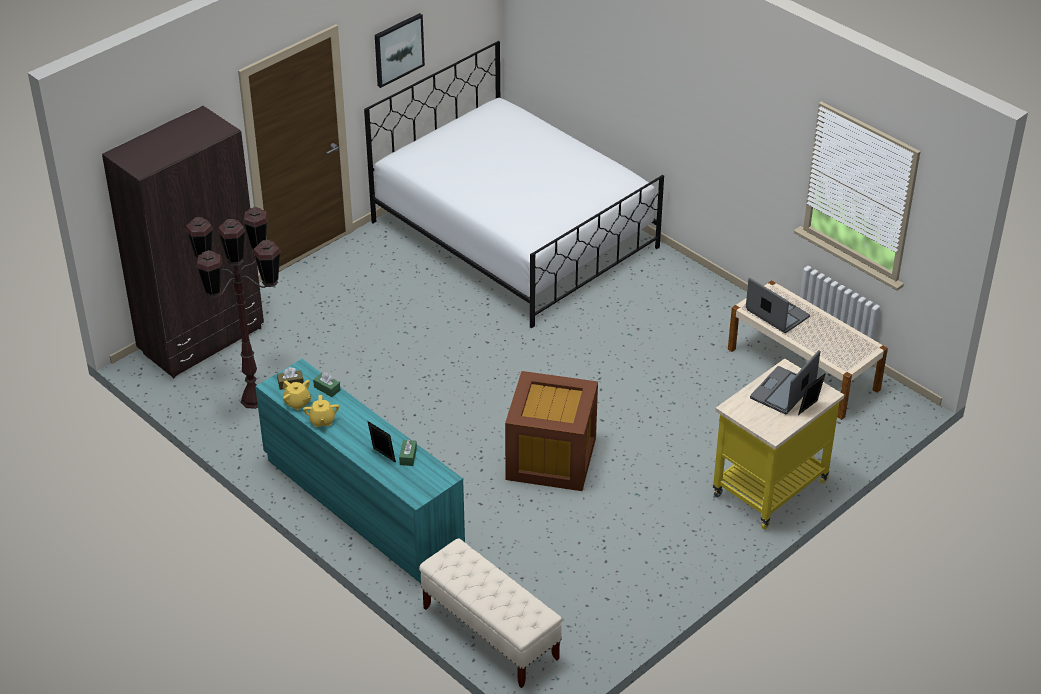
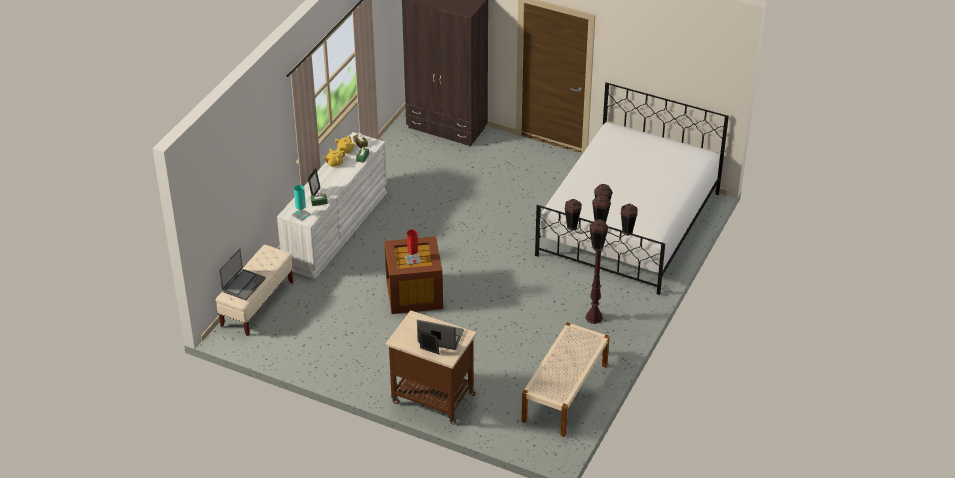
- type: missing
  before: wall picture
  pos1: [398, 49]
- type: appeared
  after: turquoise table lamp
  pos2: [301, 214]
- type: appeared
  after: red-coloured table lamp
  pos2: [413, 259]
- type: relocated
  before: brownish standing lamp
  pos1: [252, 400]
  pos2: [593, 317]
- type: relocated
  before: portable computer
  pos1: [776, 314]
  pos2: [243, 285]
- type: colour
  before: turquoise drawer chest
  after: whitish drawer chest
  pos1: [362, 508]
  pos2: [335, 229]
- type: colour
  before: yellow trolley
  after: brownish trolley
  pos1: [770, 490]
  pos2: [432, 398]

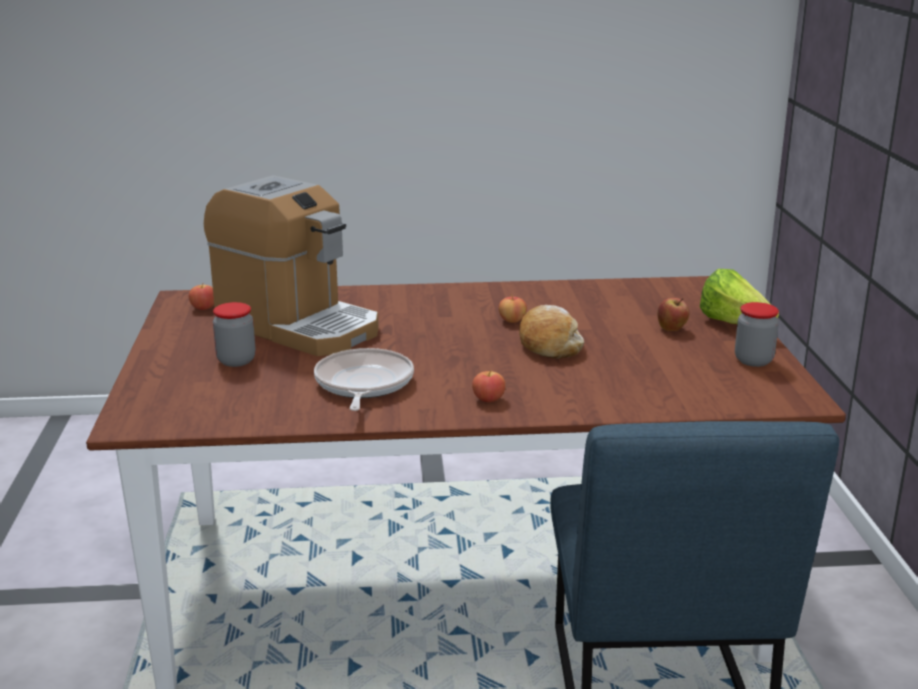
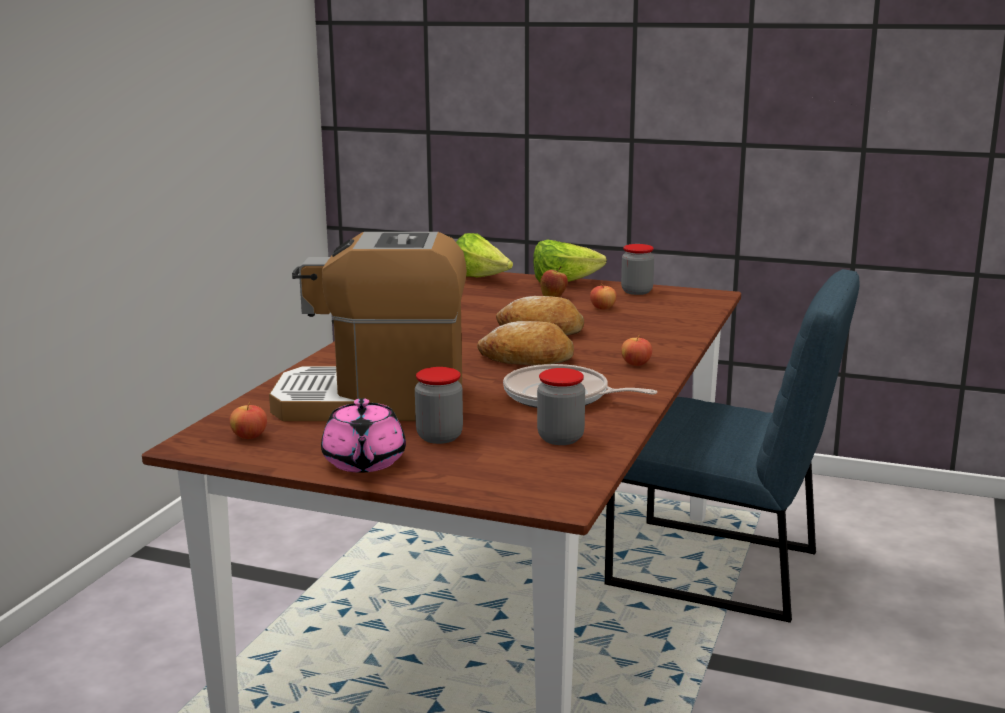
- type: appeared
  after: pink-coloured teapot
  pos2: [363, 462]
- type: appeared
  after: lettuce head
  pos2: [481, 279]
- type: appeared
  after: bread
  pos2: [527, 359]
- type: appeared
  after: storage jar
  pos2: [560, 438]
- type: relocated
  before: apple
  pos1: [512, 320]
  pos2: [603, 308]
- type: spun
  before: coffee brewer
  pos1: [297, 325]
  pos2: [374, 402]
  turn: -150

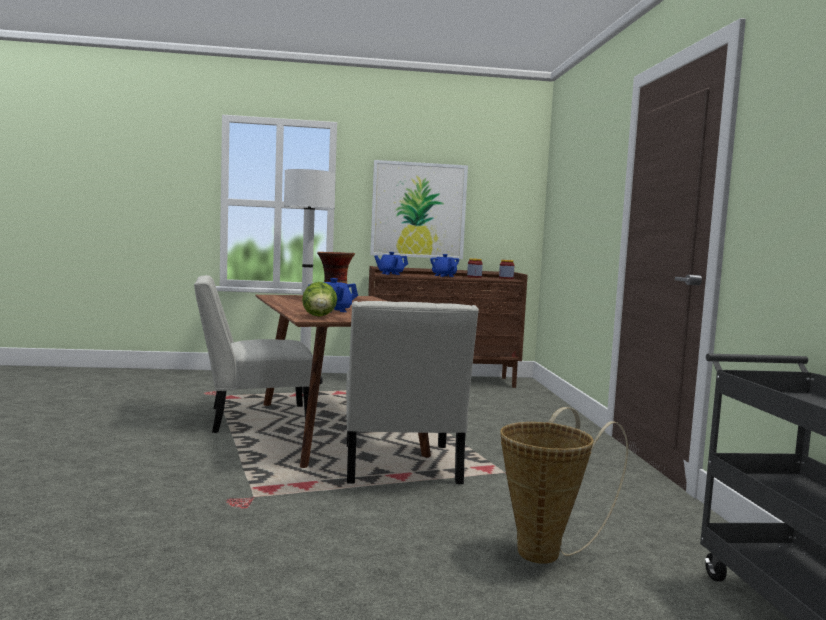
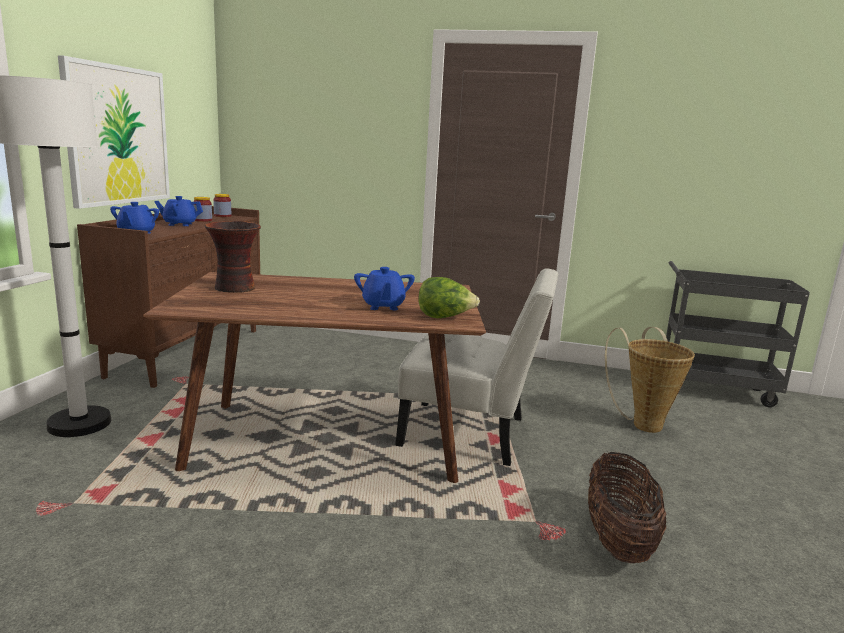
- type: missing
  before: whitish plain chair
  pos1: [252, 418]
- type: appeared
  after: basket
  pos2: [618, 541]

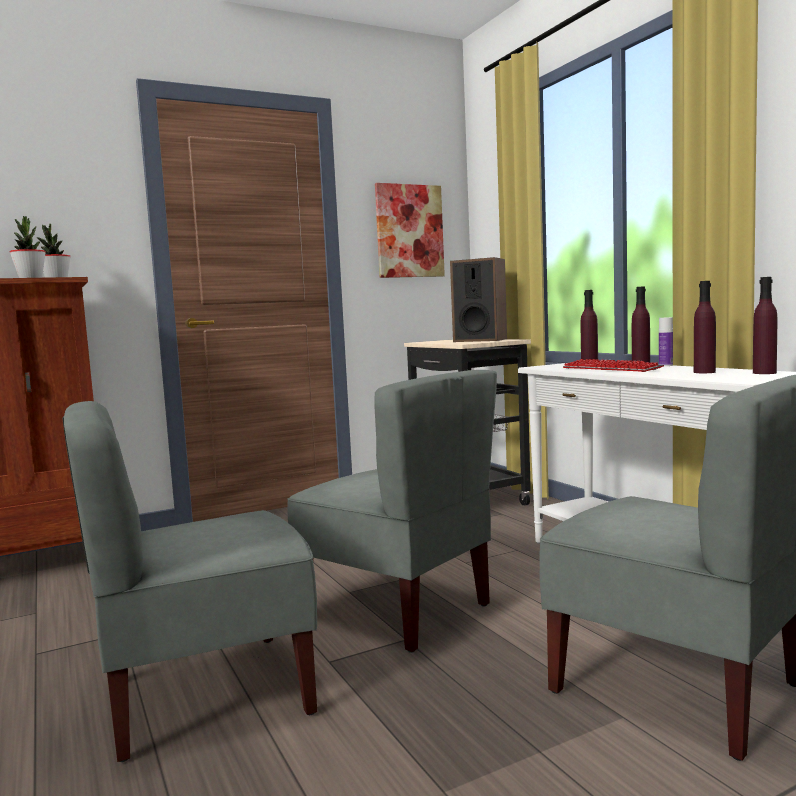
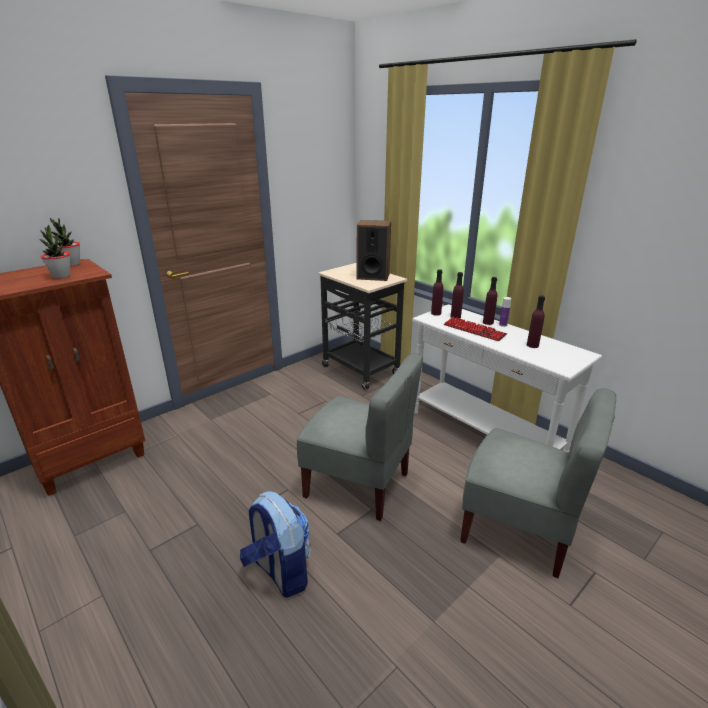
- type: missing
  before: wall picture
  pos1: [409, 231]
- type: relocated
  before: purple drink bottle
  pos1: [764, 373]
  pos2: [436, 313]
- type: exchanged
  before: gray plain chair
  after: backpack
  pos1: [205, 695]
  pos2: [279, 571]

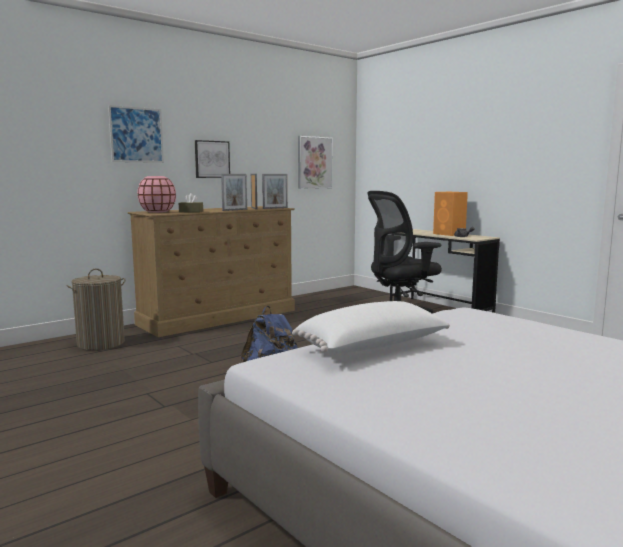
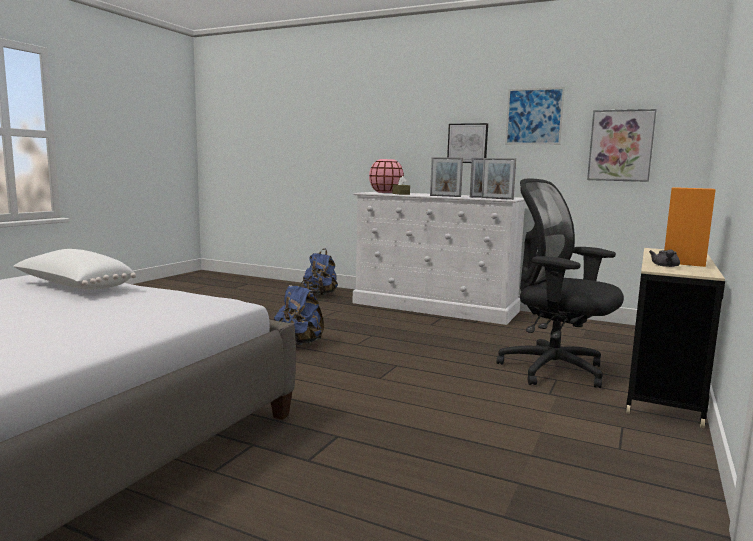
- type: relocated
  before: wall picture
  pos1: [136, 135]
  pos2: [534, 116]
- type: exchanged
  before: hamper
  after: blue-coloured backpack
  pos1: [101, 343]
  pos2: [320, 295]
- type: colour
  before: brownish drawer chest
  after: whitish drawer chest
  pos1: [219, 317]
  pos2: [435, 307]

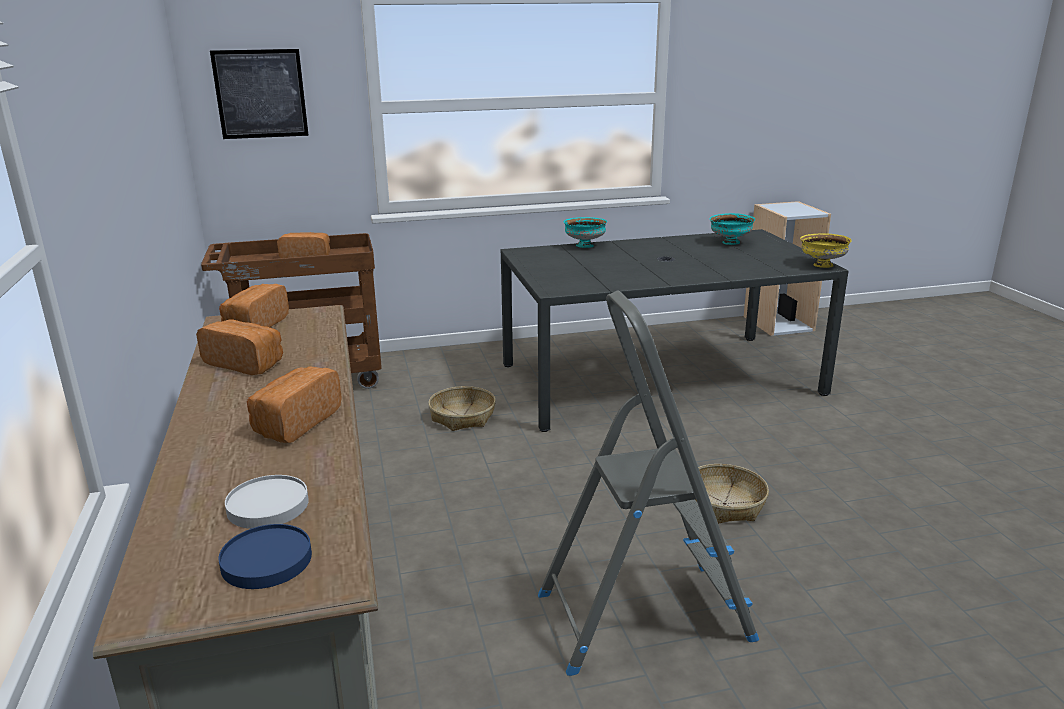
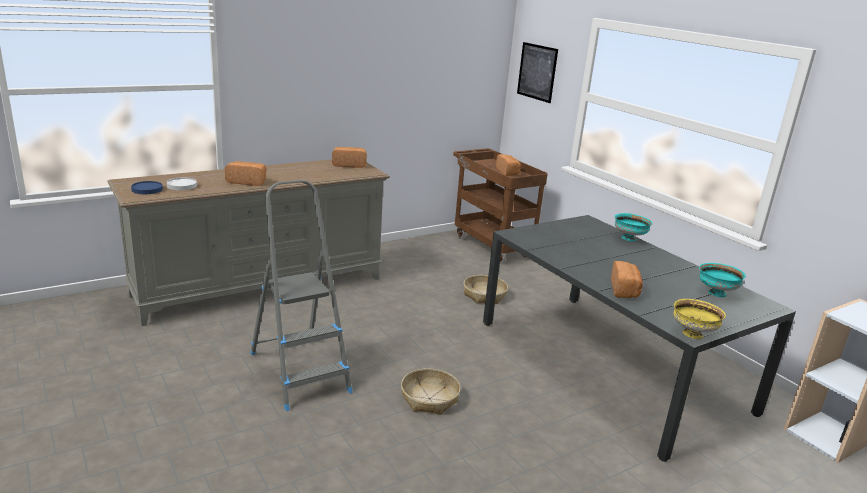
- type: relocated
  before: bread
  pos1: [246, 363]
  pos2: [624, 290]

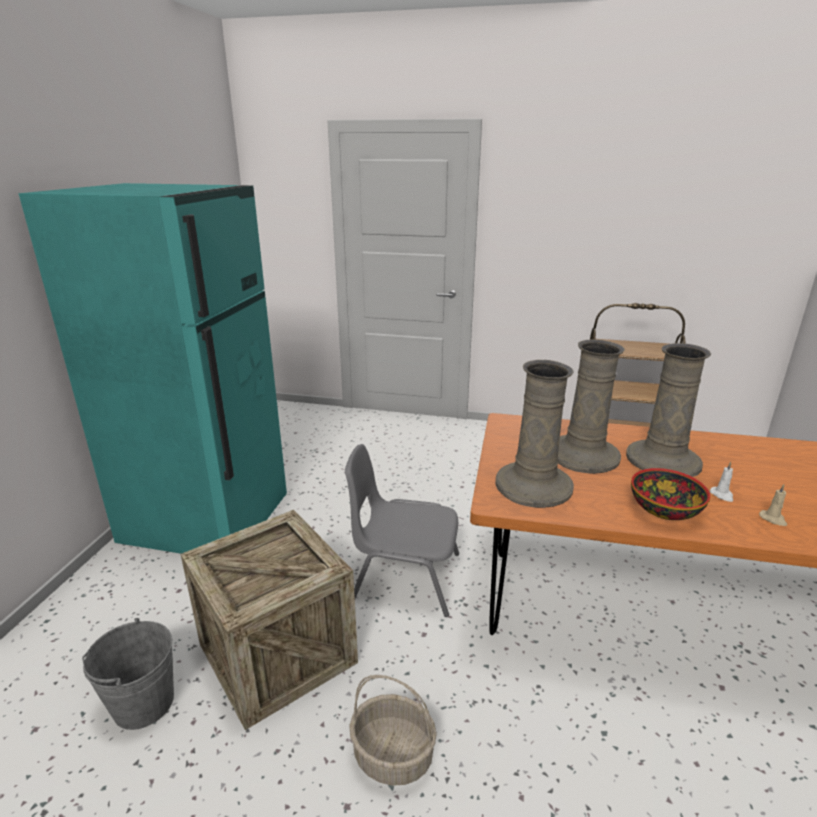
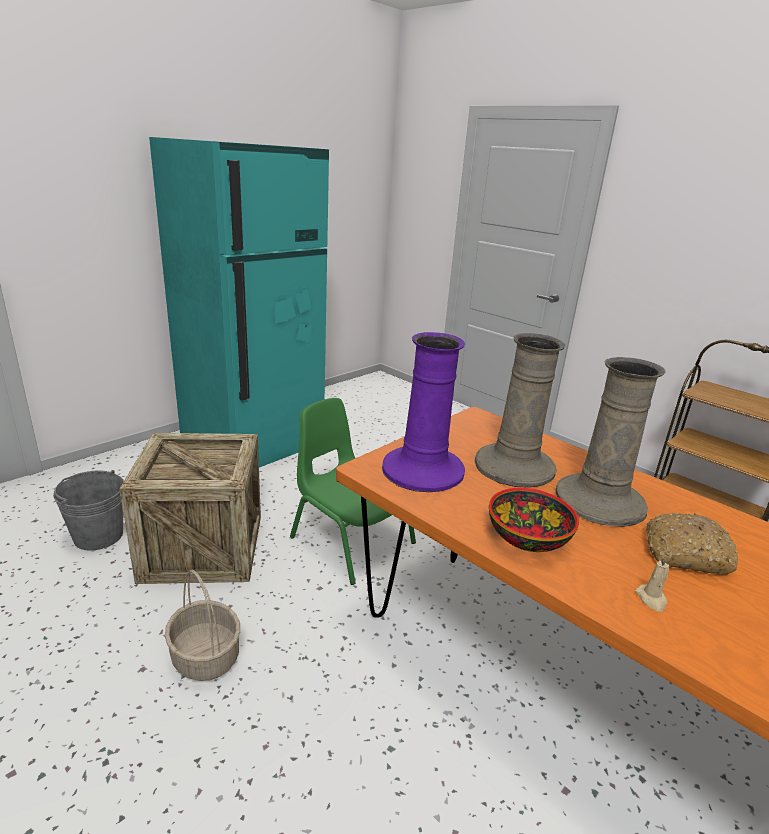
- type: missing
  before: whitish candle
  pos1: [722, 495]
- type: appeared
  after: bread
  pos2: [685, 554]
- type: colour
  before: gray plain chair
  after: green-coloured plain chair
  pos1: [405, 576]
  pos2: [350, 539]
- type: colour
  before: beige-coloured vase
  after: purple vase
  pos1: [533, 485]
  pos2: [422, 470]

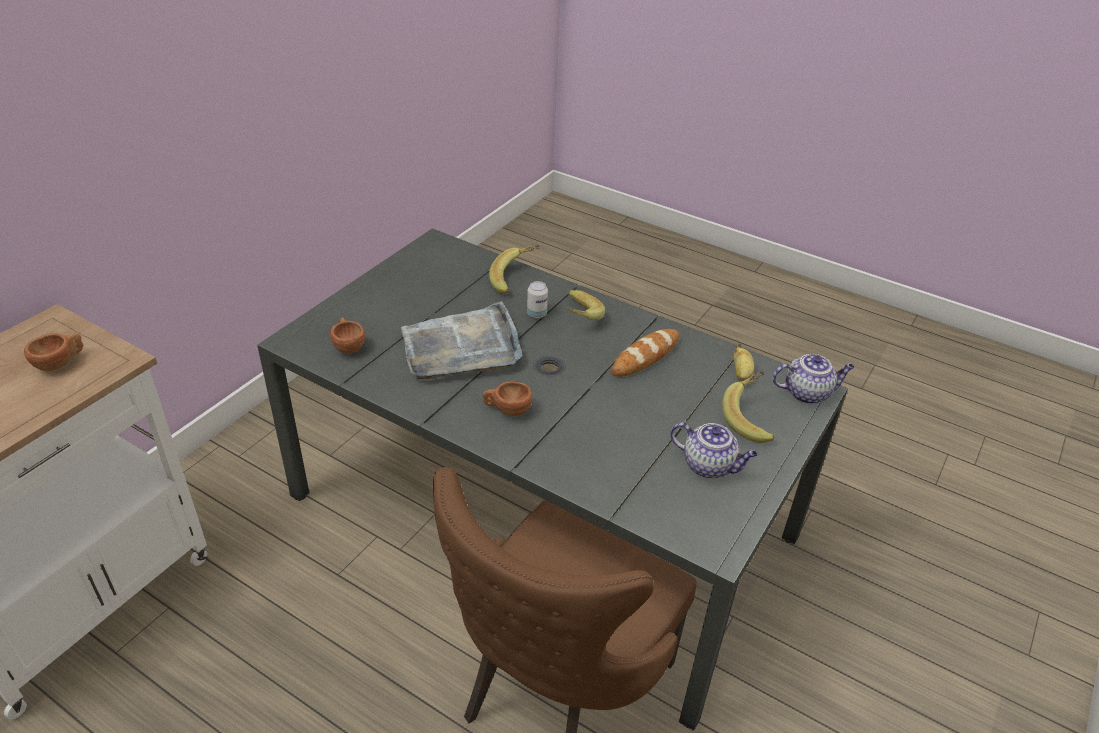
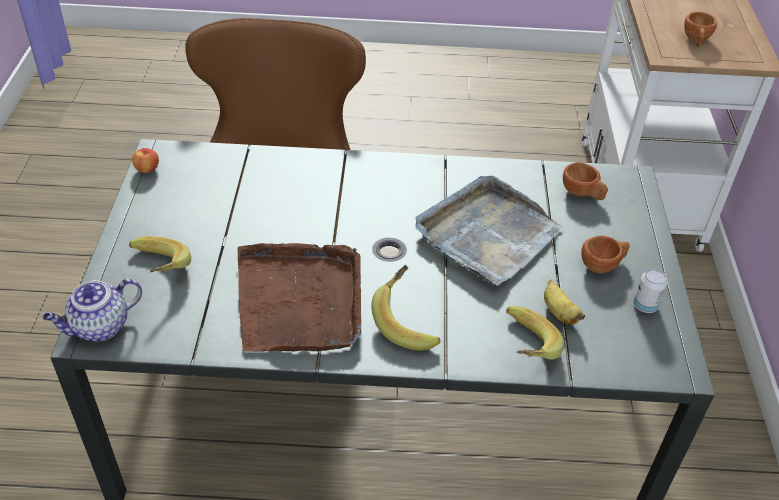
- type: missing
  before: teapot
  pos1: [709, 466]
- type: appeared
  after: apple
  pos2: [147, 169]
- type: relocated
  before: brownish small cup
  pos1: [507, 410]
  pos2: [603, 265]
- type: relocated
  before: can
  pos1: [536, 314]
  pos2: [645, 306]
- type: relocated
  before: whole banana
  pos1: [741, 374]
  pos2: [558, 312]
- type: exchanged
  before: bread
  after: brownish serving tray
  pos1: [645, 356]
  pos2: [299, 300]

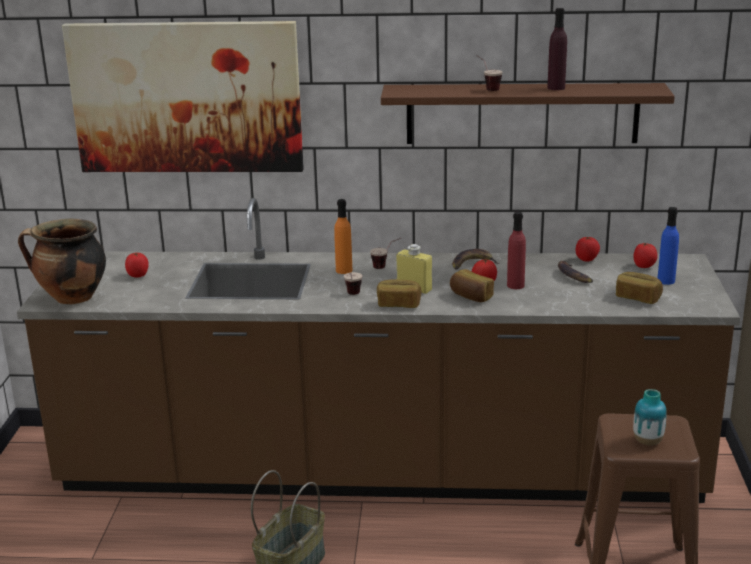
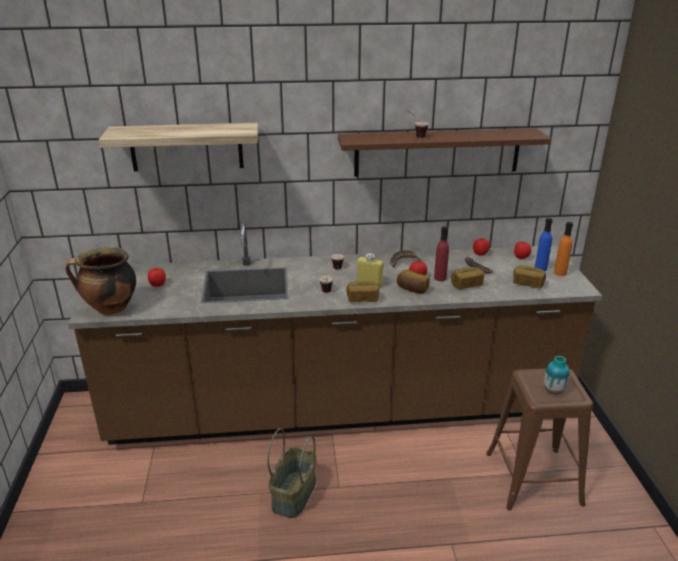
- type: missing
  before: purple drink bottle
  pos1: [556, 88]
- type: appeared
  after: bread
  pos2: [466, 284]
- type: relocated
  before: orange drink bottle
  pos1: [344, 270]
  pos2: [560, 273]
- type: exchanged
  before: wall picture
  after: shelf
  pos1: [186, 97]
  pos2: [186, 147]

